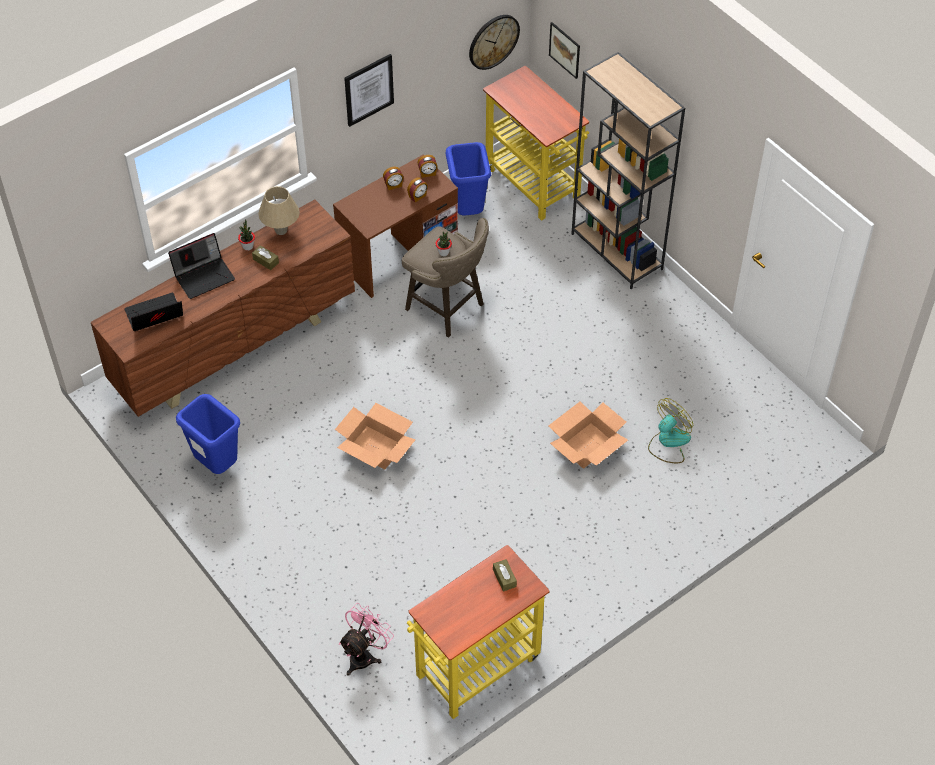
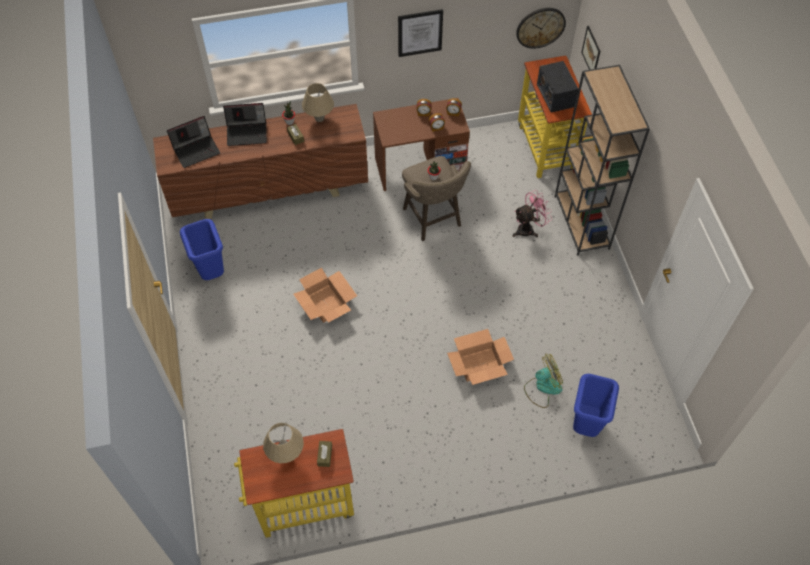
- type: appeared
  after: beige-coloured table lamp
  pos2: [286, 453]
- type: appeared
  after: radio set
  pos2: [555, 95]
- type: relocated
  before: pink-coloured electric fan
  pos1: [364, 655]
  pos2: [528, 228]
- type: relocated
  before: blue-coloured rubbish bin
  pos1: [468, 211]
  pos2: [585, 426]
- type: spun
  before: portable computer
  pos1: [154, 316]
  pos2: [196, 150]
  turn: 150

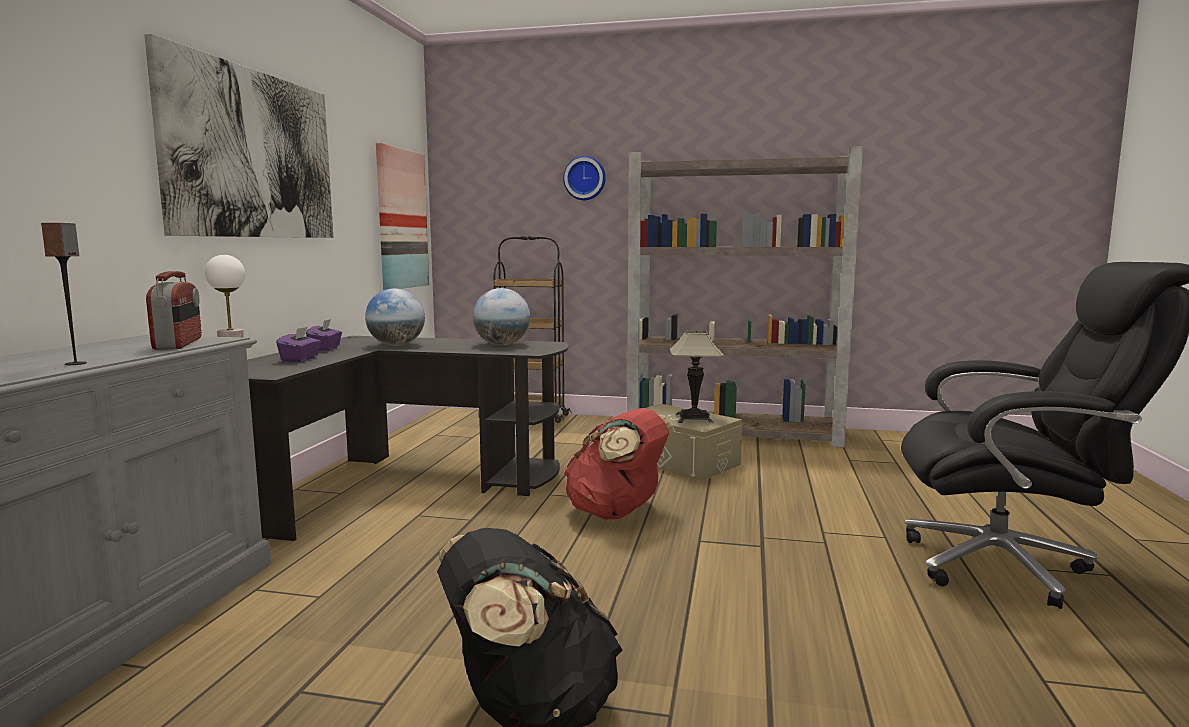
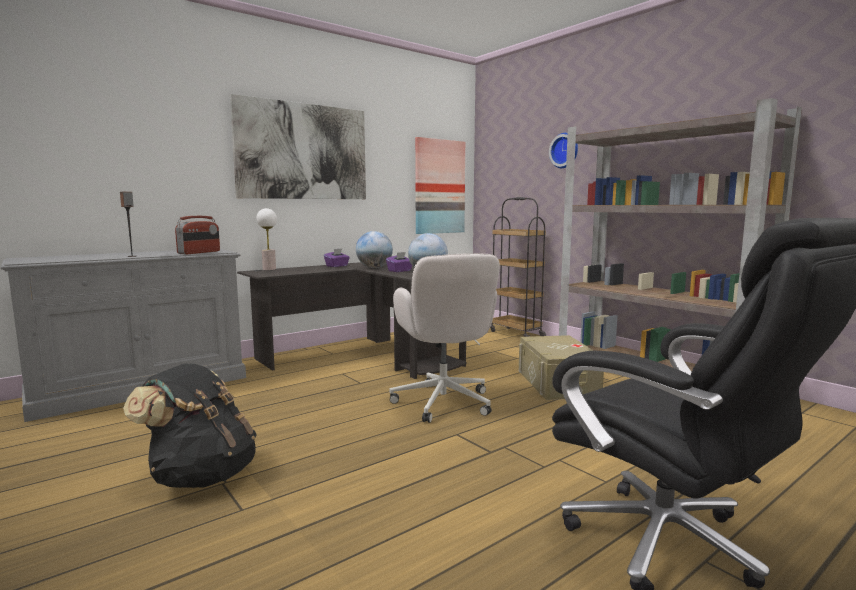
- type: missing
  before: table lamp
  pos1: [694, 418]
- type: relocated
  before: purple tissue box
  pos1: [300, 359]
  pos2: [400, 271]
- type: exchanged
  before: red-coloured backpack
  after: whitish office chair
  pos1: [617, 513]
  pos2: [442, 403]

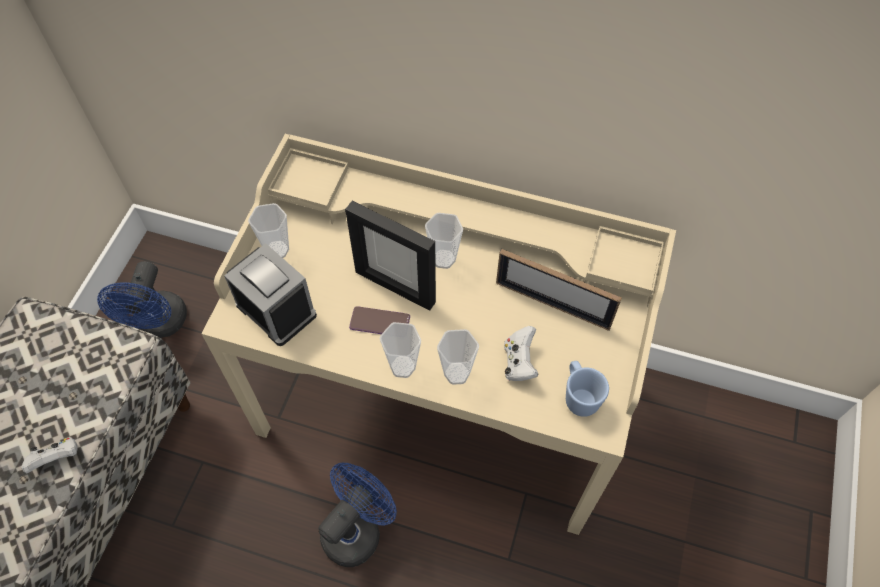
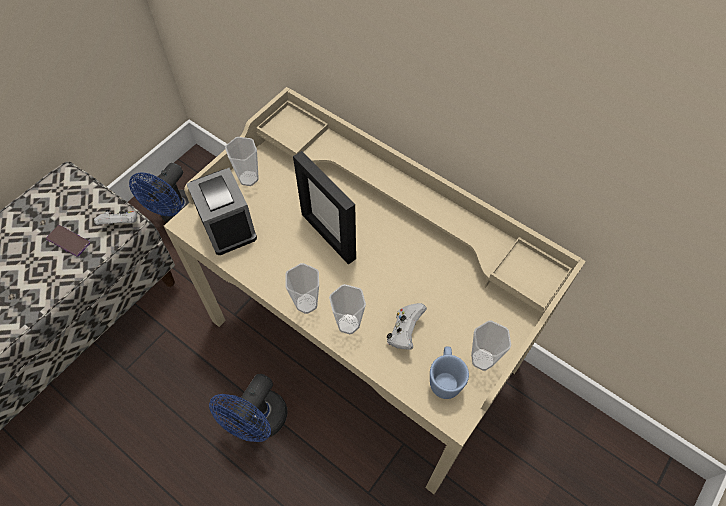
- type: missing
  before: standing frame
  pos1: [552, 304]
- type: relocated
  before: whitish gamepad
  pos1: [57, 459]
  pos2: [121, 224]
- type: relocated
  before: phone
  pos1: [380, 322]
  pos2: [68, 241]
- type: relocated
  before: small cup
  pos1: [443, 259]
  pos2: [482, 359]
- type: spun
  before: blue-coloured electric fan
  pos1: [357, 528]
  pos2: [259, 422]
  turn: 150

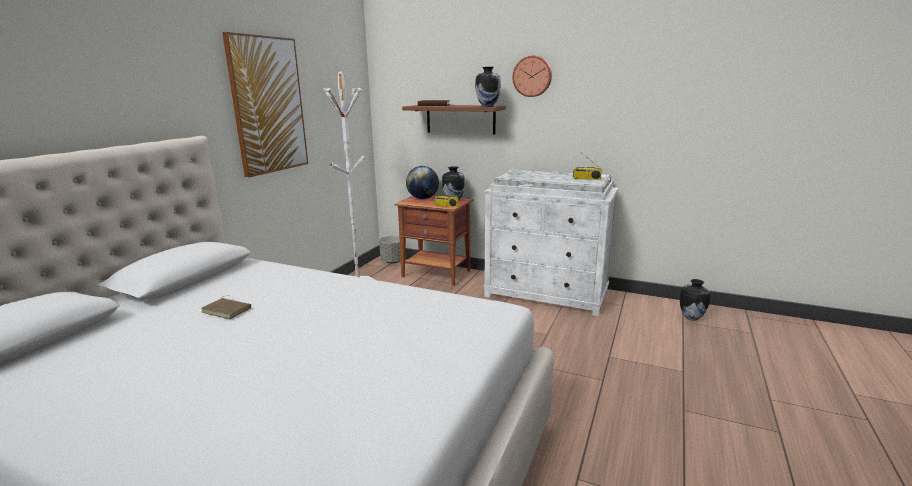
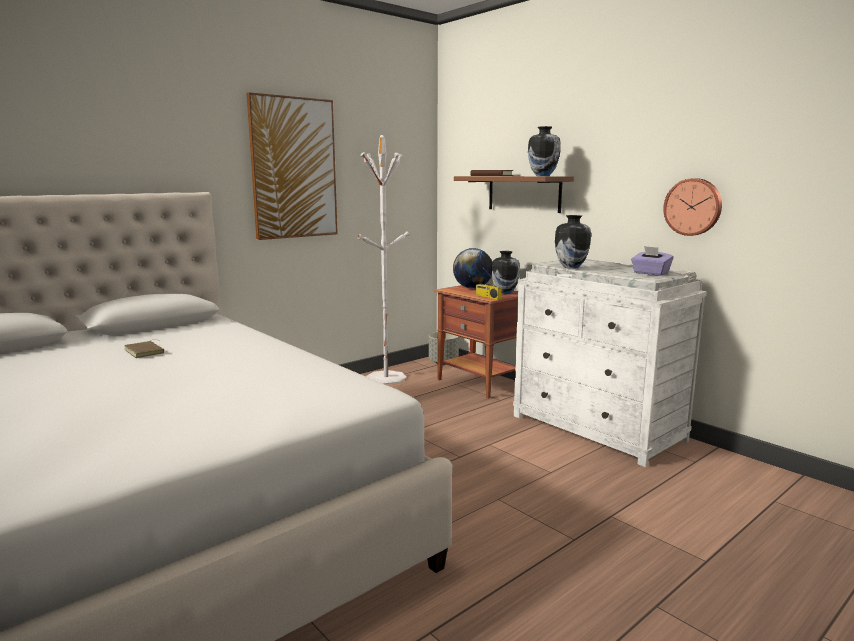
- type: relocated
  before: clock on the wall
  pos1: [532, 76]
  pos2: [693, 207]
- type: relocated
  before: vase
  pos1: [691, 317]
  pos2: [571, 267]
- type: exchanged
  before: radio set
  after: purple tissue box
  pos1: [586, 179]
  pos2: [650, 273]

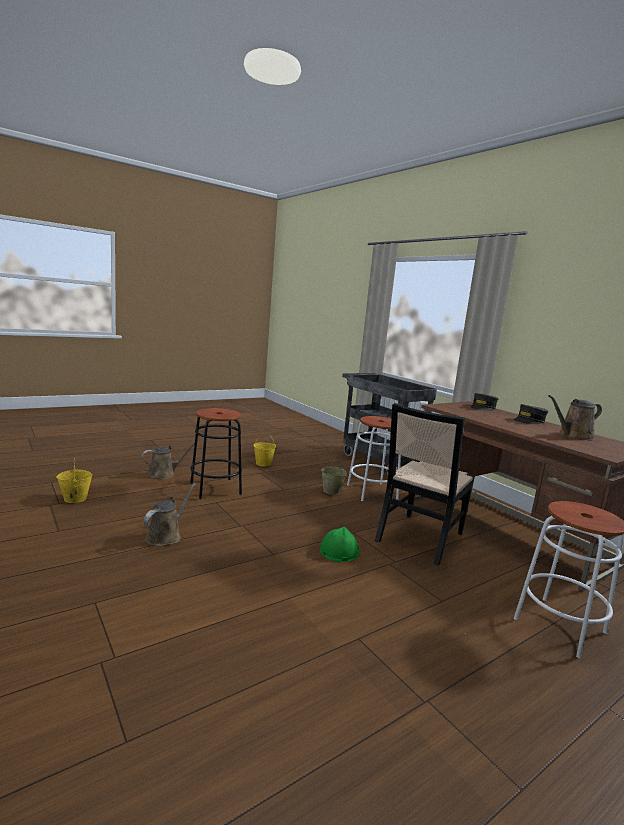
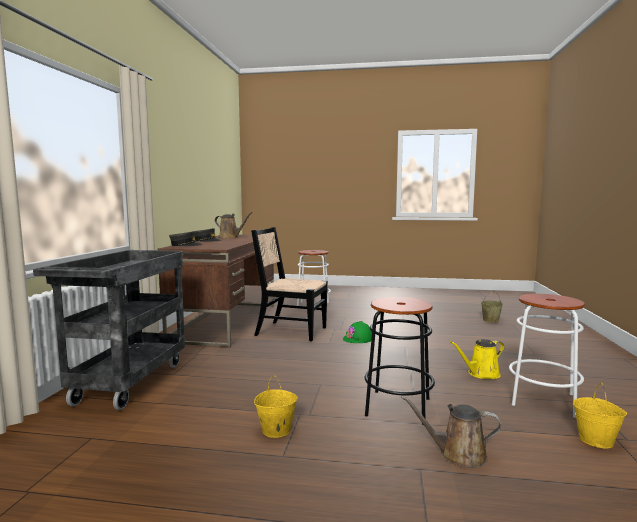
- type: relocated
  before: beige-coloured bucket
  pos1: [332, 491]
  pos2: [490, 320]
- type: relocated
  before: whitish stool seat
  pos1: [372, 492]
  pos2: [543, 399]
- type: colour
  before: brownish watering can
  after: yellow watering can
  pos1: [166, 536]
  pos2: [481, 374]
- type: spun
  before: plain chair
  pos1: [420, 538]
  pos2: [291, 331]
  turn: -150

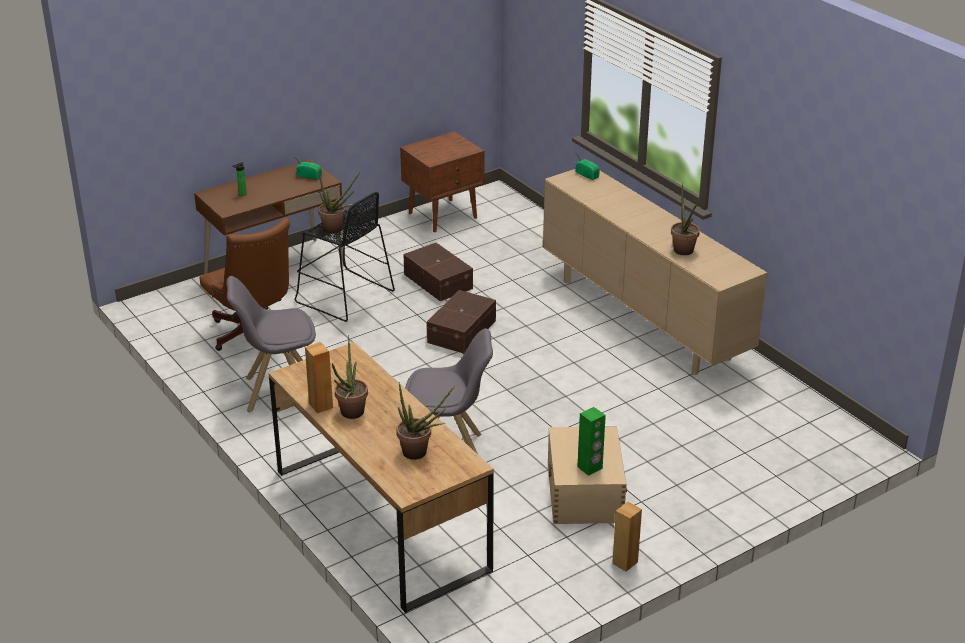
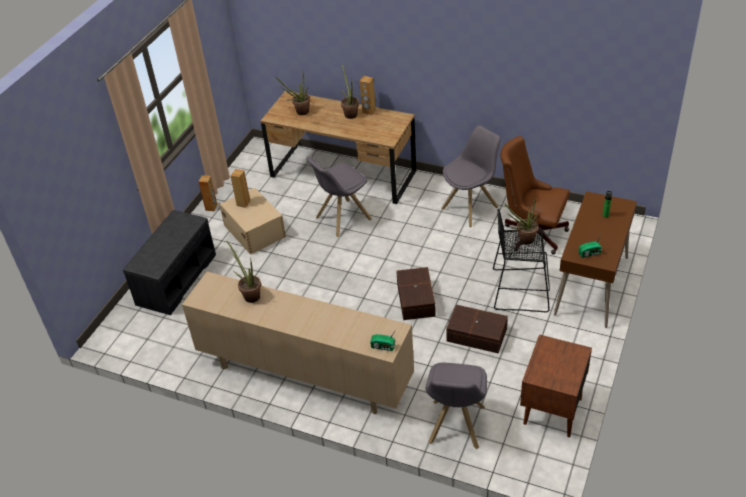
- type: appeared
  after: gray bench
  pos2: [176, 278]
- type: appeared
  after: gray plain chair
  pos2: [456, 425]
- type: colour
  before: green-coloured speaker
  after: brownish speaker
  pos1: [590, 468]
  pos2: [243, 203]

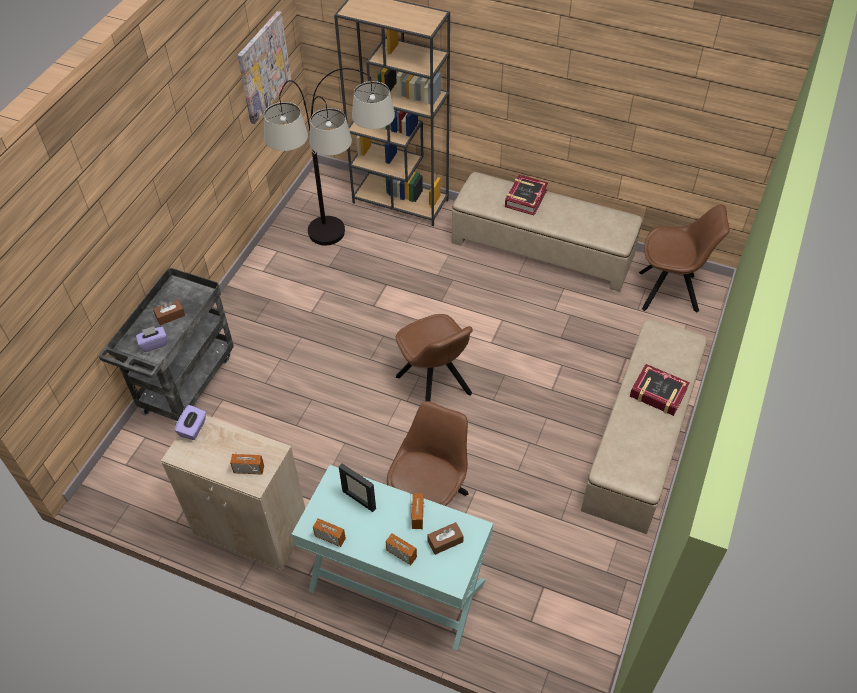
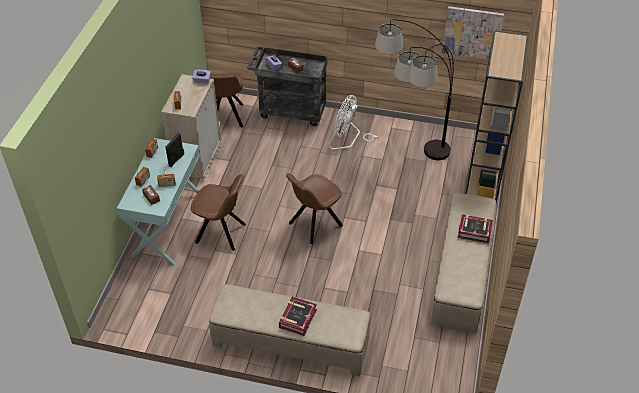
- type: appeared
  after: whitish electric fan
  pos2: [349, 137]
- type: relocated
  before: brownish plain chair
  pos1: [669, 292]
  pos2: [226, 116]

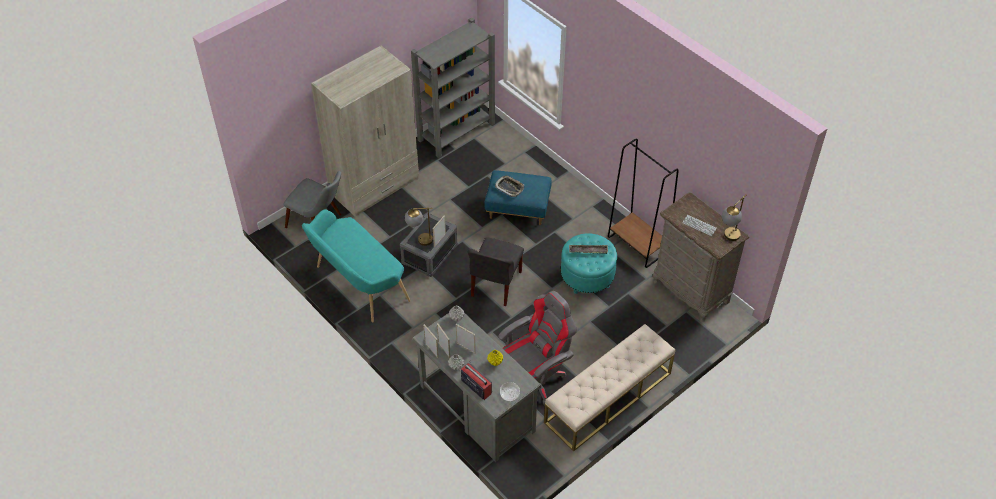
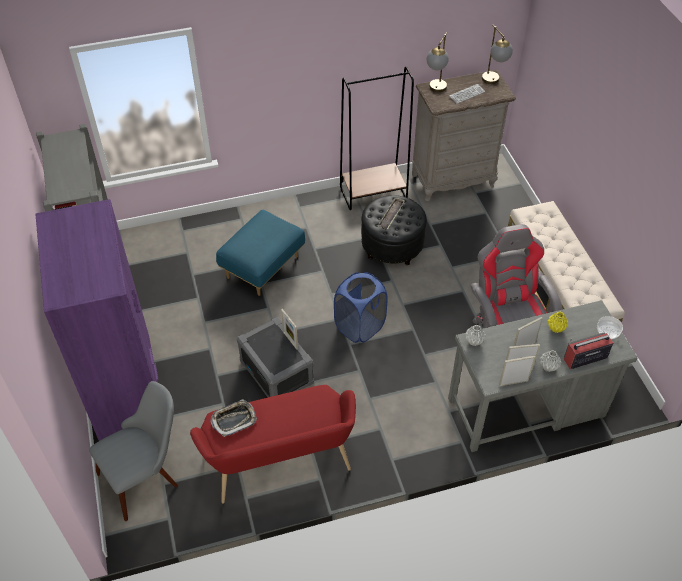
- type: relocated
  before: table lamp
  pos1: [419, 240]
  pos2: [435, 90]
- type: relocated
  before: serving tray
  pos1: [509, 187]
  pos2: [234, 419]
- type: exchanged
  before: gray plain chair
  after: blue-coloured hamper
  pos1: [495, 285]
  pos2: [359, 326]
- type: colour
  before: turquoise bench
  after: red-coloured bench
  pos1: [358, 285]
  pos2: [280, 465]
- type: colour
  before: beige-coloured wardrobe
  after: purple wardrobe
  pos1: [375, 185]
  pos2: [127, 389]
- type: colour
  before: turquoise ottoman
  after: black-coloured ottoman
  pos1: [587, 277]
  pos2: [392, 246]

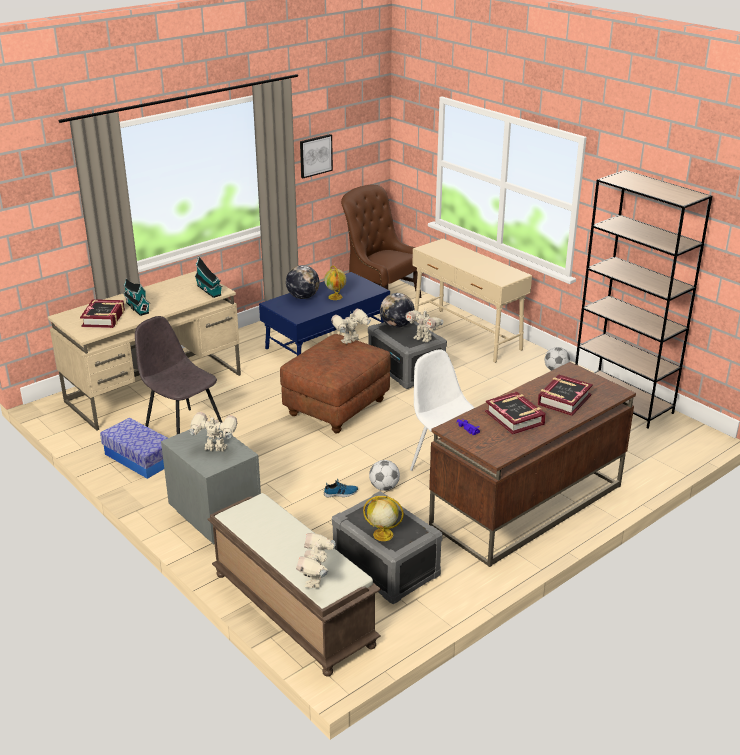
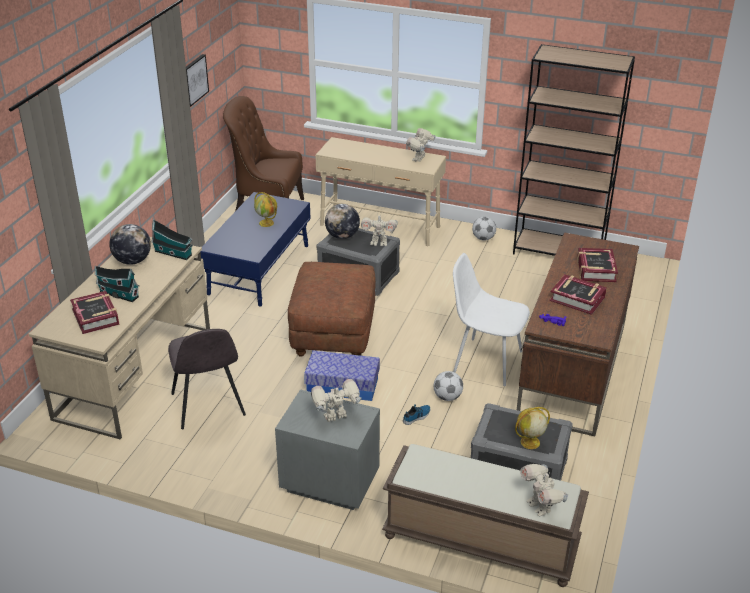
- type: relocated
  before: storage container
  pos1: [139, 458]
  pos2: [342, 386]
- type: relocated
  before: globe
  pos1: [303, 297]
  pos2: [132, 261]
- type: relocated
  before: robot figure
  pos1: [351, 341]
  pos2: [419, 159]
- type: spun
  before: gray plain chair
  pos1: [183, 429]
  pos2: [208, 406]
  turn: -120

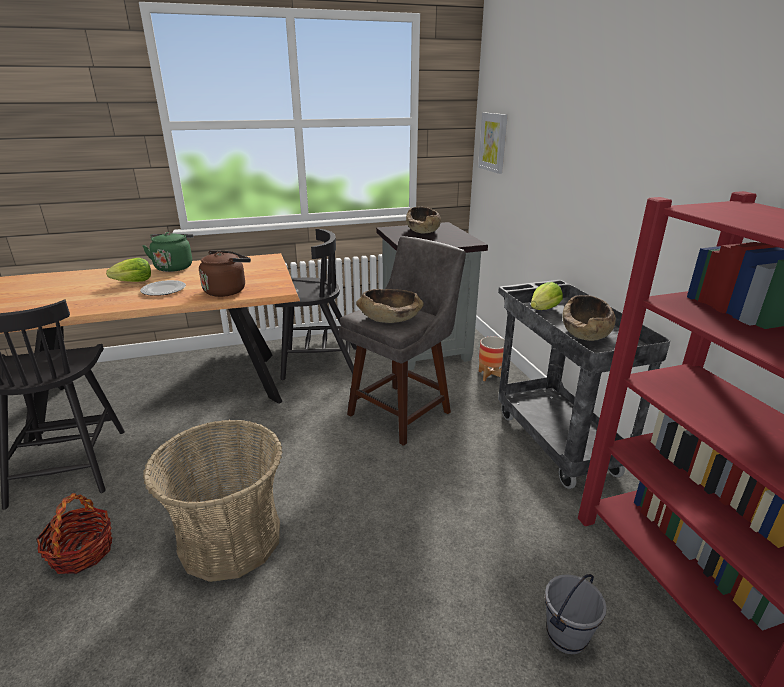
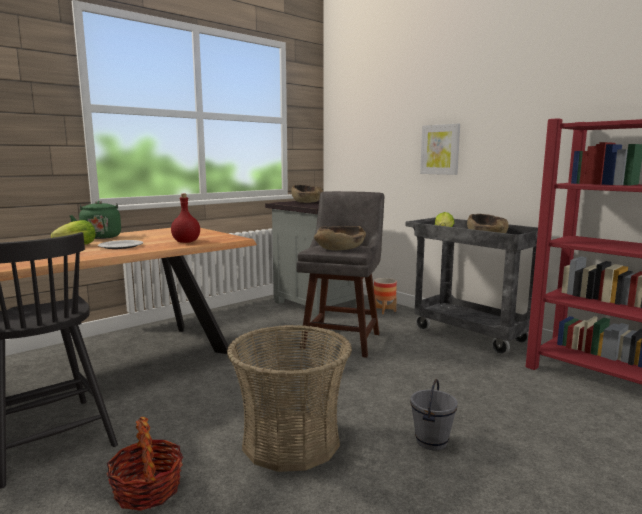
- type: missing
  before: black-coloured plain chair
  pos1: [318, 363]
- type: relocated
  before: wall picture
  pos1: [493, 142]
  pos2: [440, 149]
- type: relocated
  before: gray bucket
  pos1: [567, 637]
  pos2: [432, 442]
- type: exchanged
  before: brownish kettle
  after: red-coloured drink bottle
  pos1: [227, 290]
  pos2: [186, 242]

